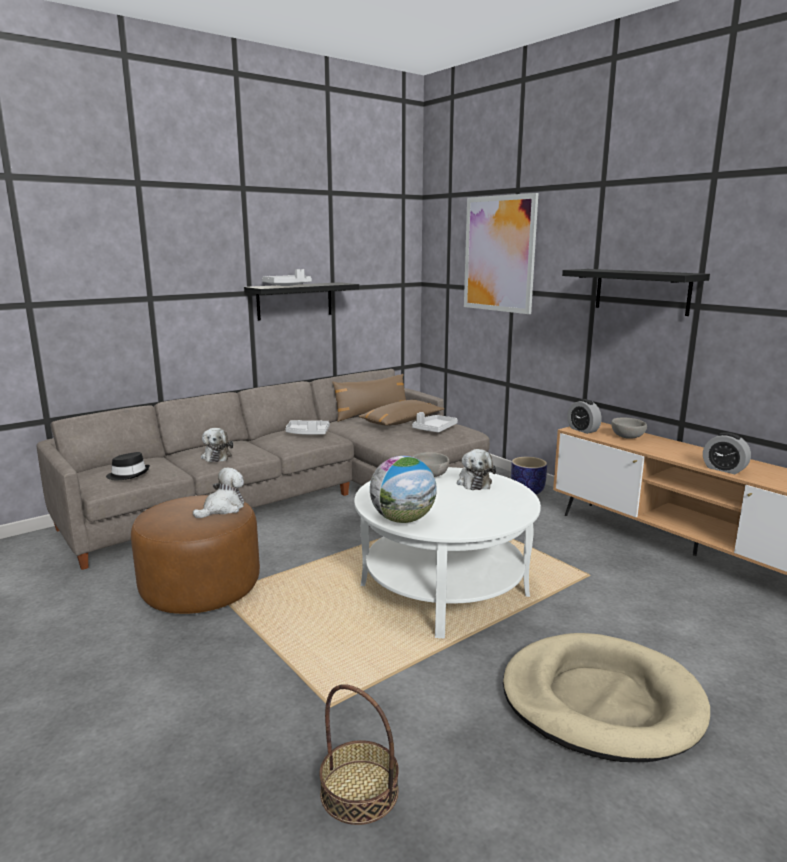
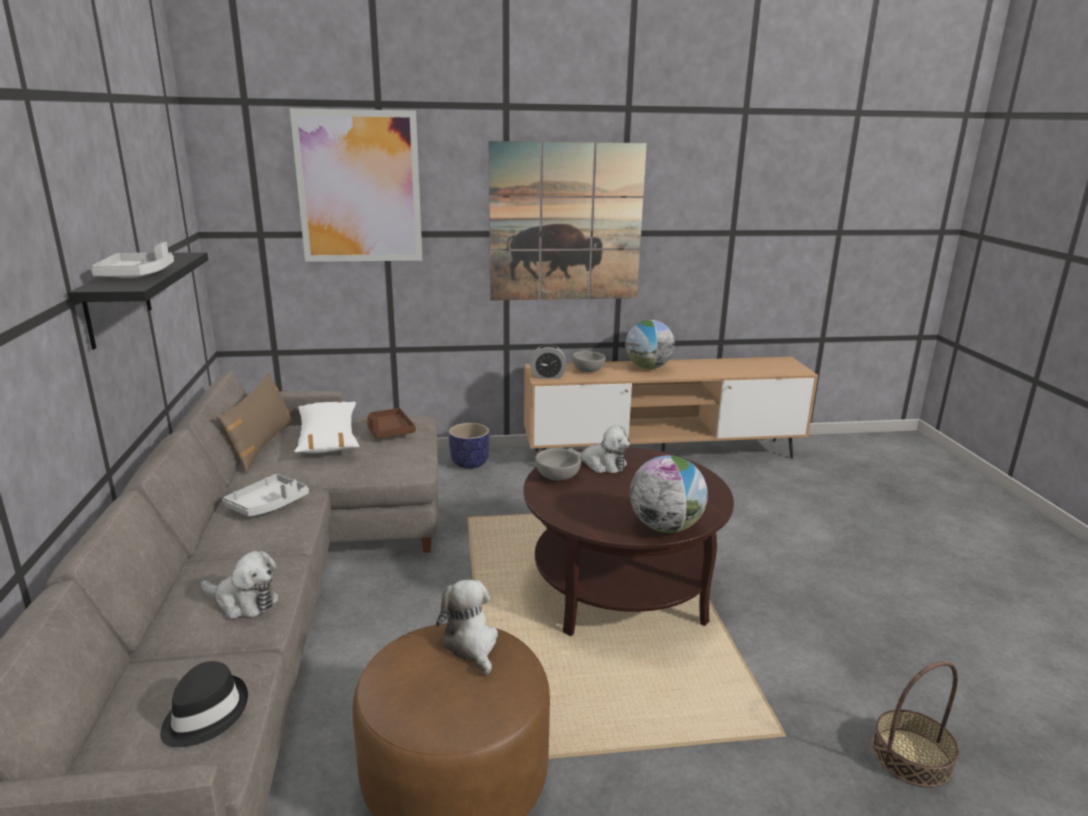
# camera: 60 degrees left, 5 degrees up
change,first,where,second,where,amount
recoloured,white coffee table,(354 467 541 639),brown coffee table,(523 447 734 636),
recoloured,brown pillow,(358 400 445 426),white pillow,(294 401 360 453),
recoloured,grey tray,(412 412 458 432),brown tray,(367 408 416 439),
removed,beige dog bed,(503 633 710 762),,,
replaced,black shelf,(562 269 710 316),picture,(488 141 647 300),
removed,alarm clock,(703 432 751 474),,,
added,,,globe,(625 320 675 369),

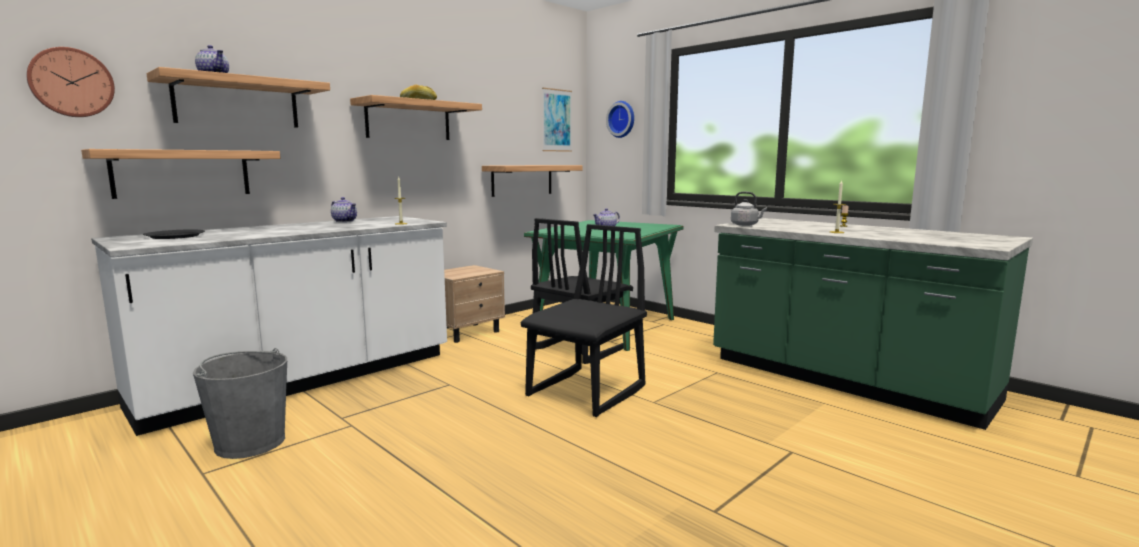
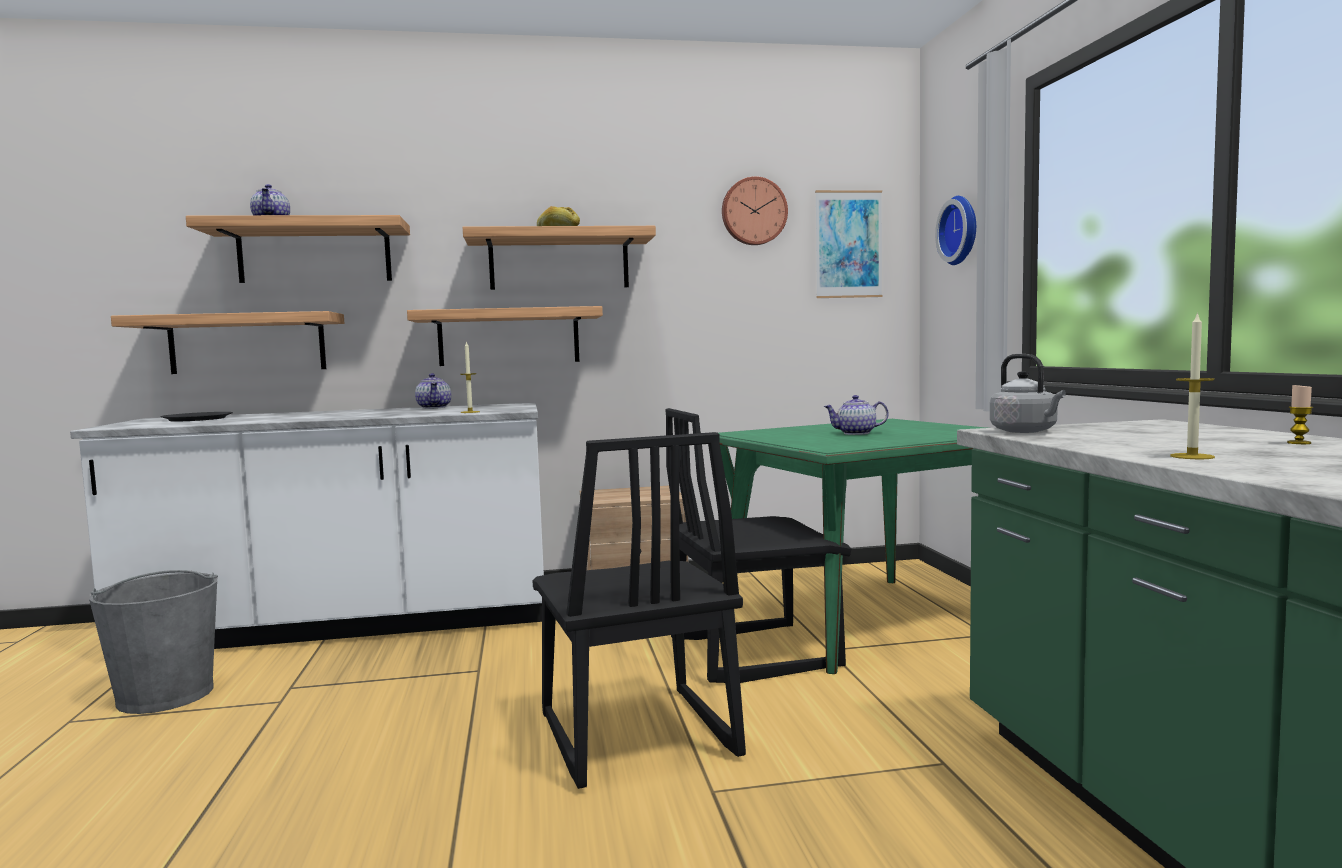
# camera: 35 degrees right, 5 degrees down
change,first,where,second,where,amount
moved,wall clock,(26 47 115 117),,(722 176 788 245),
moved,shelf,(482 165 583 197),,(407 306 603 366),
turned,black chair,(520 224 647 417),,(532 432 746 789),90 degrees clockwise

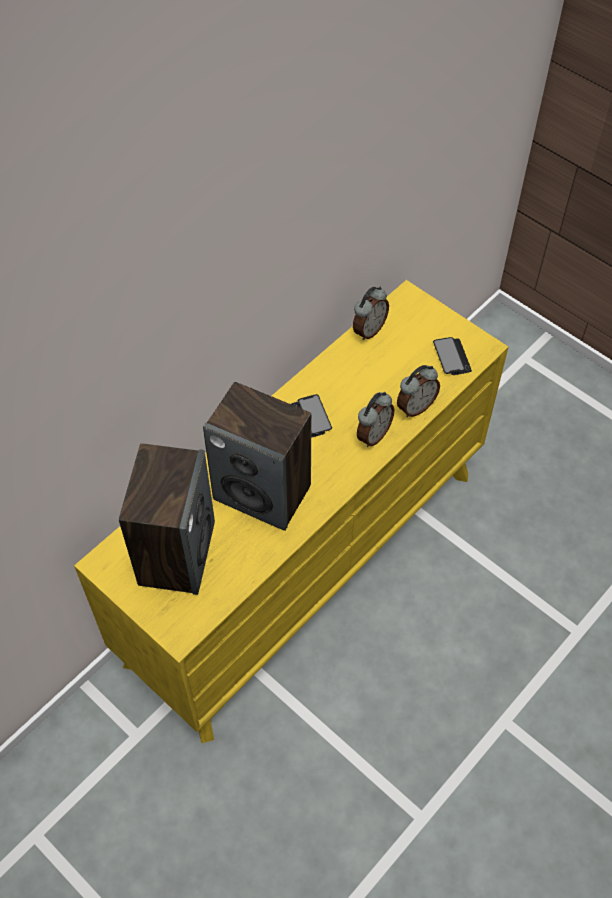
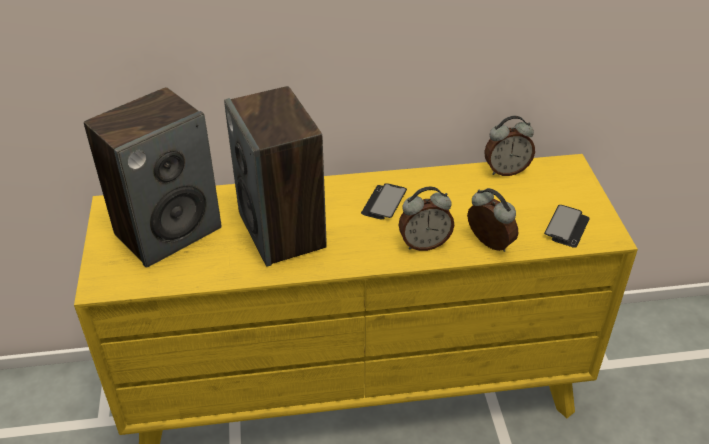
# camera: 40 degrees right, 15 degrees down
change,first,where,second,where,amount
turned,alarm clock,(397 365 440 417),,(467 188 519 252),135 degrees counterclockwise

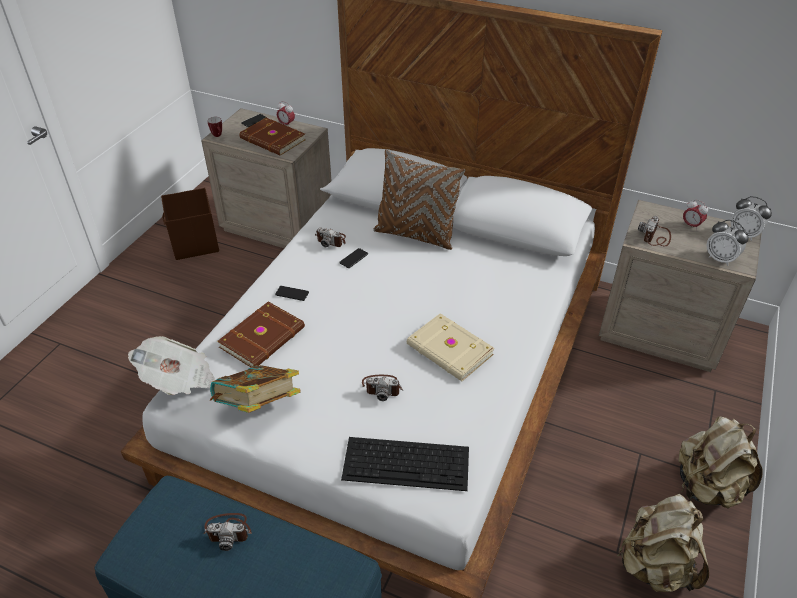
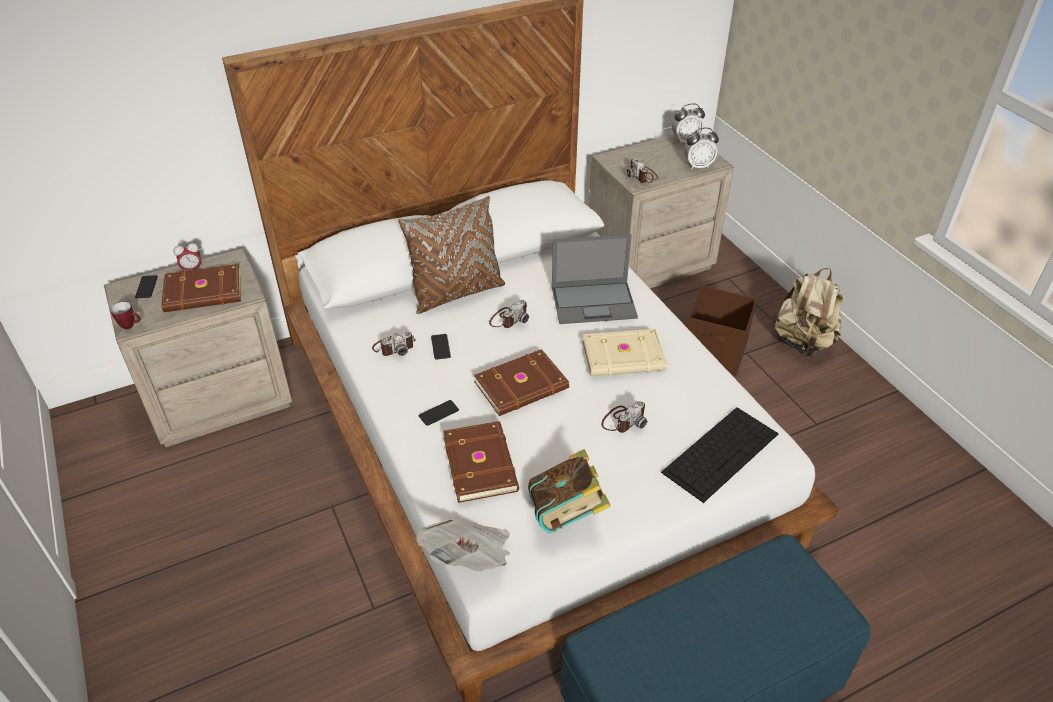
# camera: 50 degrees left, 0 degrees up
change,first,where,second,where,amount
moved,brown storage box,(161 188 219 260),,(687 285 757 376),
moved,photo camera,(203 513 252 551),,(489 300 529 328),
removed,beige backpack,(617 494 709 592),,,
removed,alarm clock,(683 200 708 229),,,
added,,,brown book,(474 349 569 416),
added,,,laptop,(552 234 638 324),

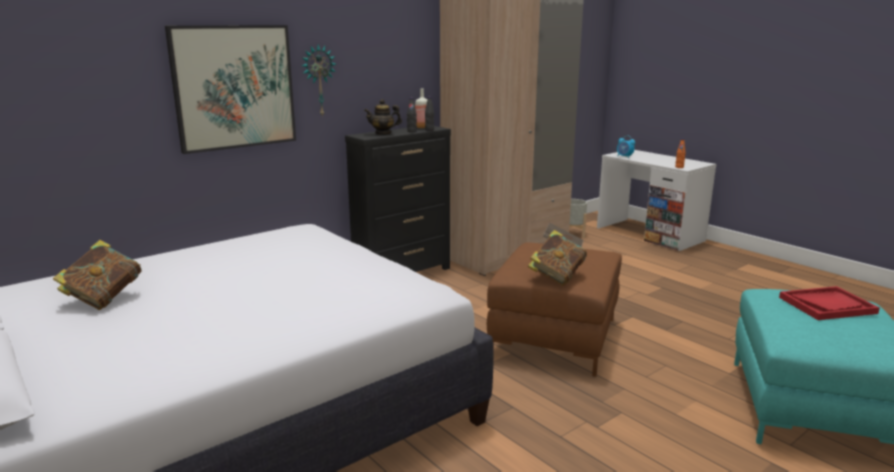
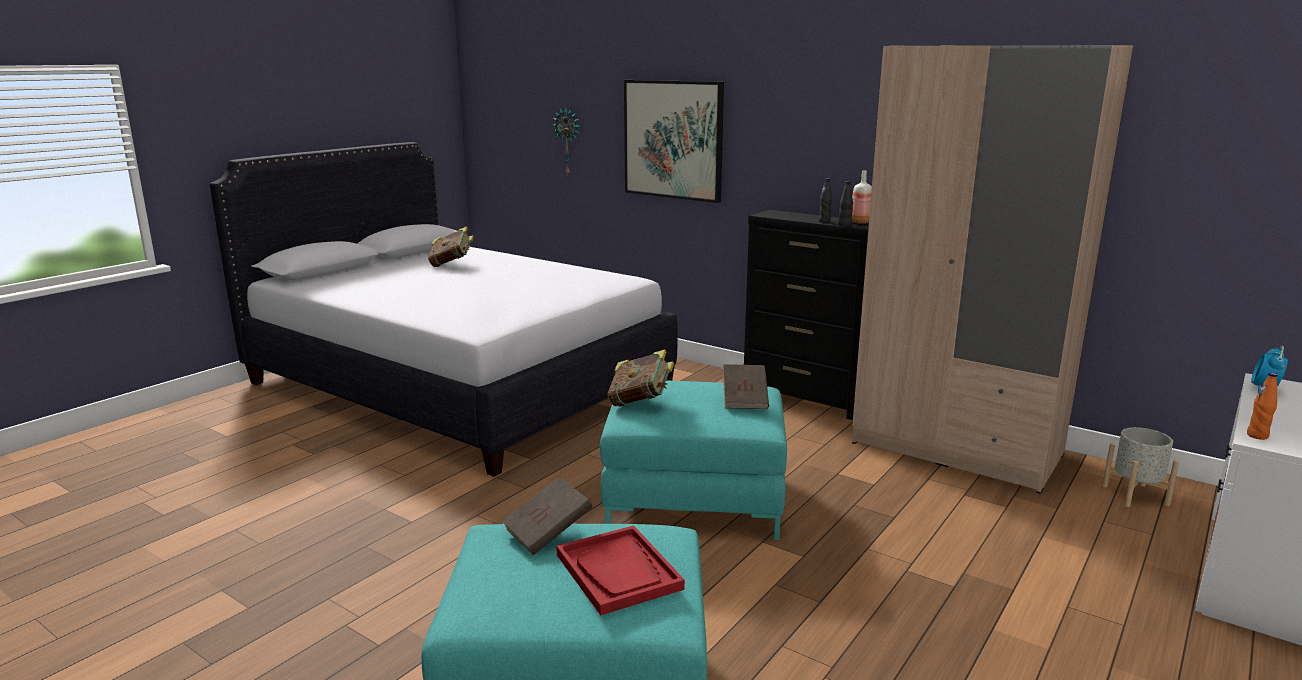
# camera: 75 degrees right, 0 degrees up
change,first,where,second,where,amount
moved,wall clock,(301 44 336 117),,(553 107 580 175),
removed,teapot,(364 99 402 135),,,
recoloured,brown ottoman,(487 243 622 377),turquoise ottoman,(600 380 787 540),
added,,,brown book,(502 477 593 555),

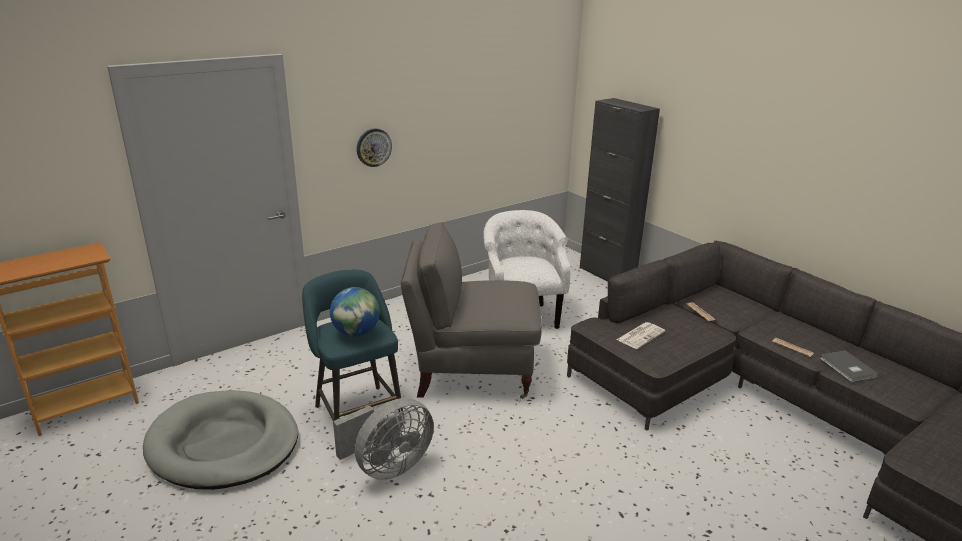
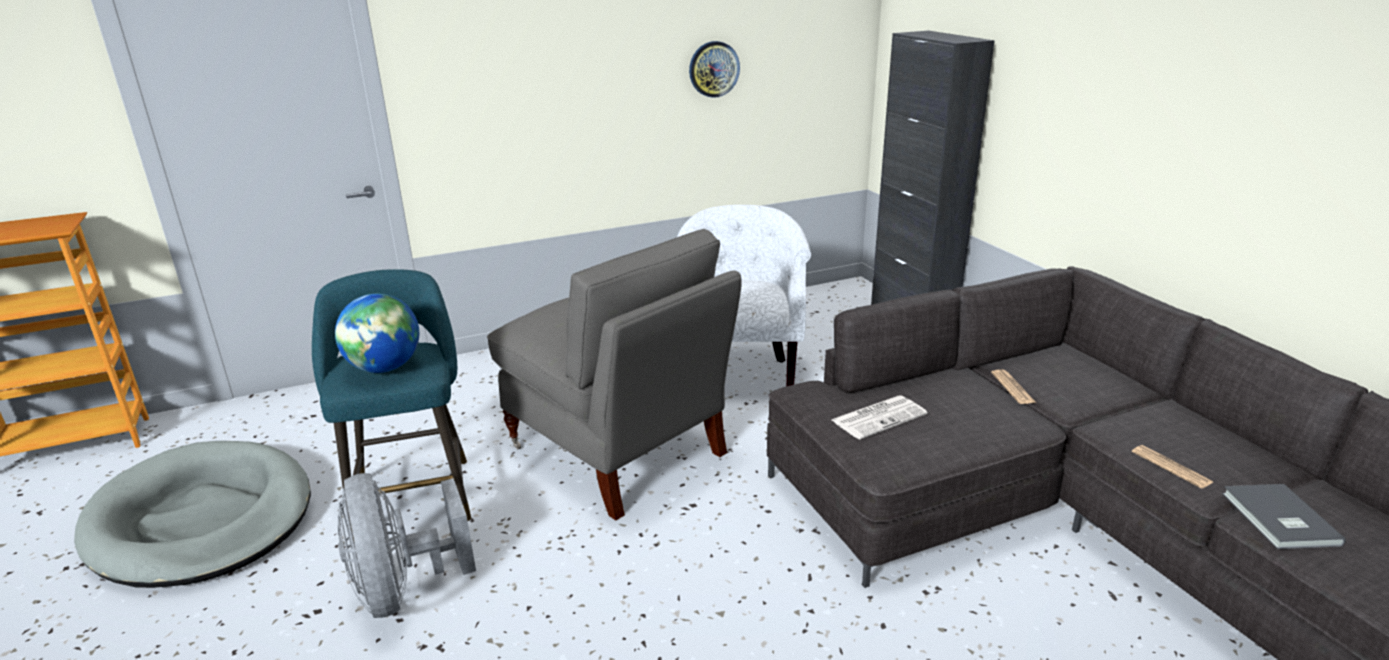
# camera: 15 degrees right, 0 degrees up
change,first,where,second,where,amount
turned,grey fan,(333 398 434 480),,(338 473 476 618),90 degrees clockwise
moved,wall clock,(357 128 392 167),,(689 41 740 98),
turned,grey armchair,(401 222 542 399),,(487 229 742 521),150 degrees counterclockwise

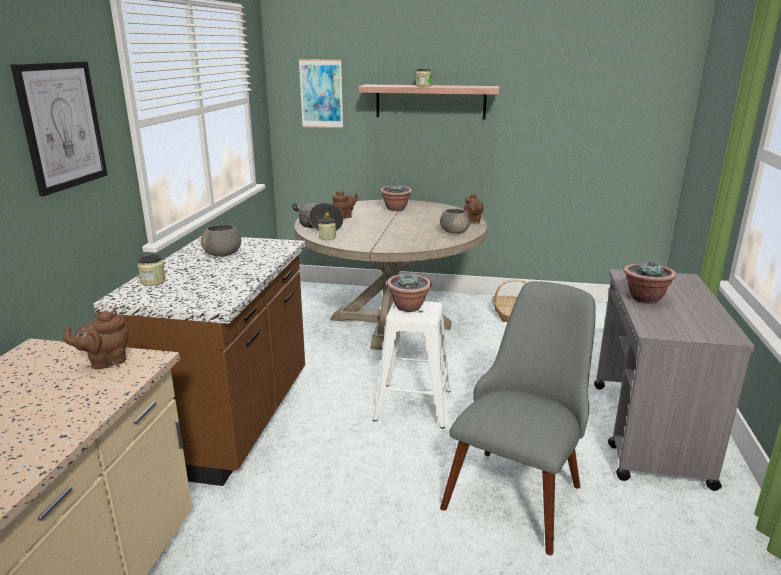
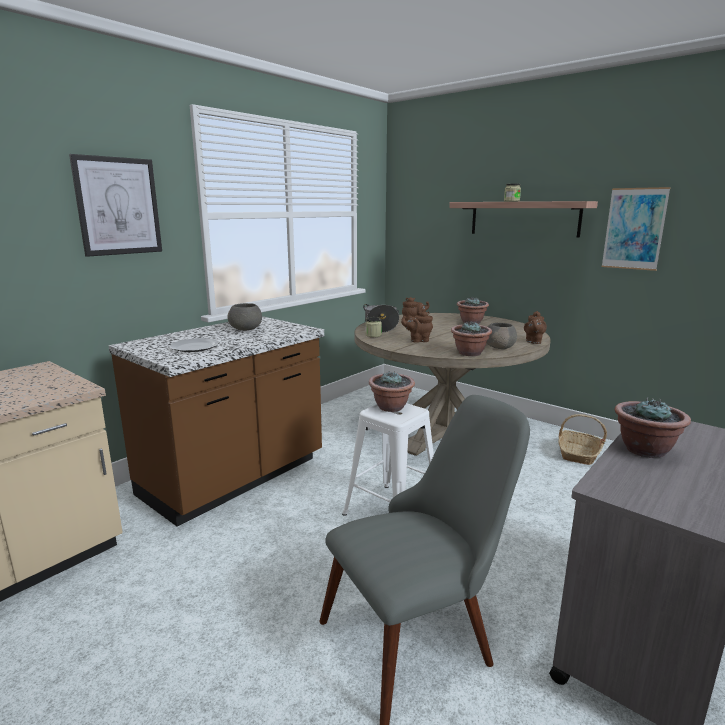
# camera: 30 degrees right, 5 degrees down
change,first,where,second,where,amount
moved,brown teapot,(63 310 129 369),,(401 311 433 343),
removed,jar,(138 254 166 286),,,
moved,picture,(299 59 343 128),,(601 187 671 271),
added,,,plate,(169 338 220 352),
added,,,potted plant,(451 321 492 356),

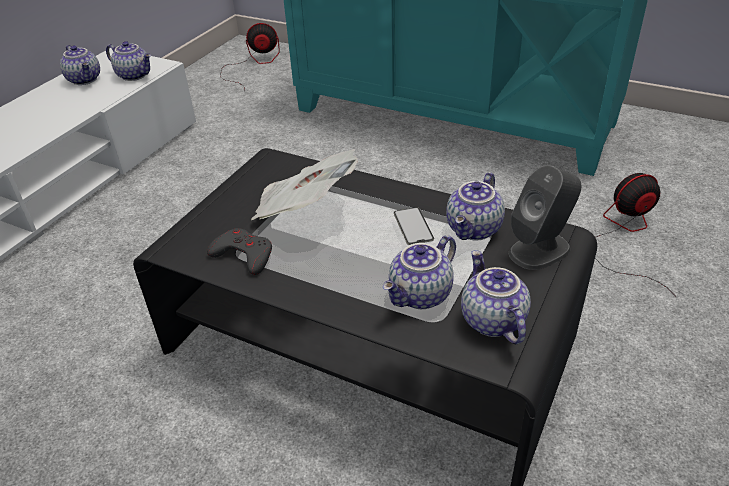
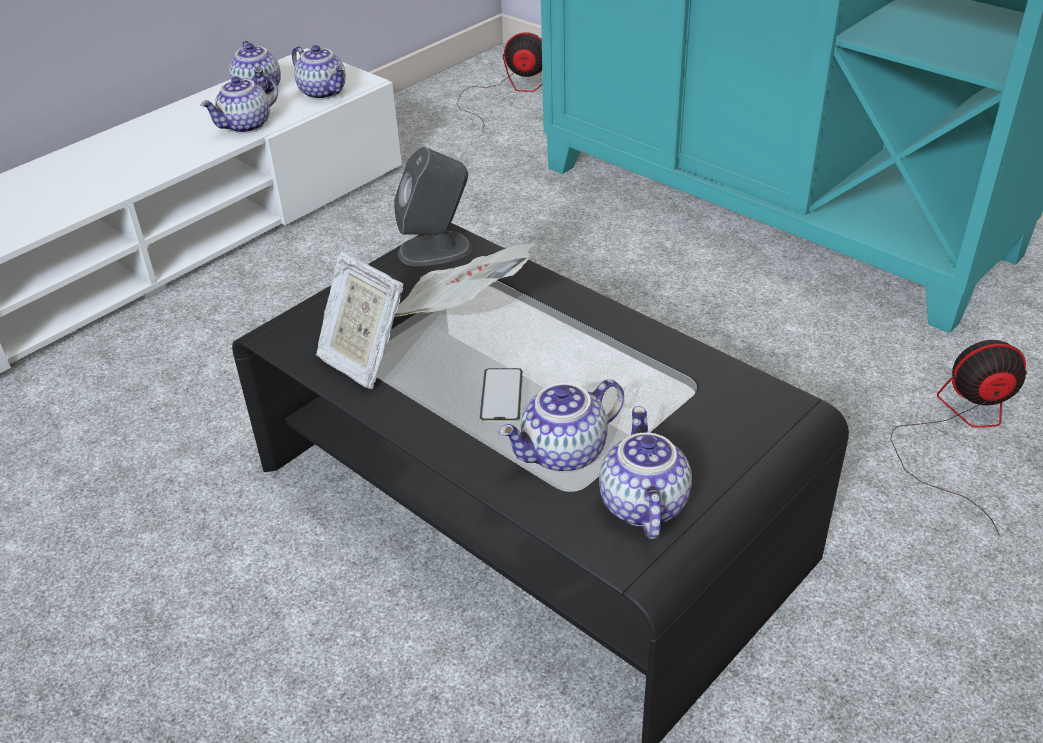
# camera: 15 degrees right, 0 degrees up
change,first,where,second,where,amount
replaced,grey game controller,(207 228 272 275),picture frame,(316 251 403 389),
moved,phone,(394 207 434 245),,(480 368 523 422),
moved,teapot,(446 172 505 241),,(200 75 278 134),
moved,grey speaker,(509 165 582 270),,(394 147 471 266),

